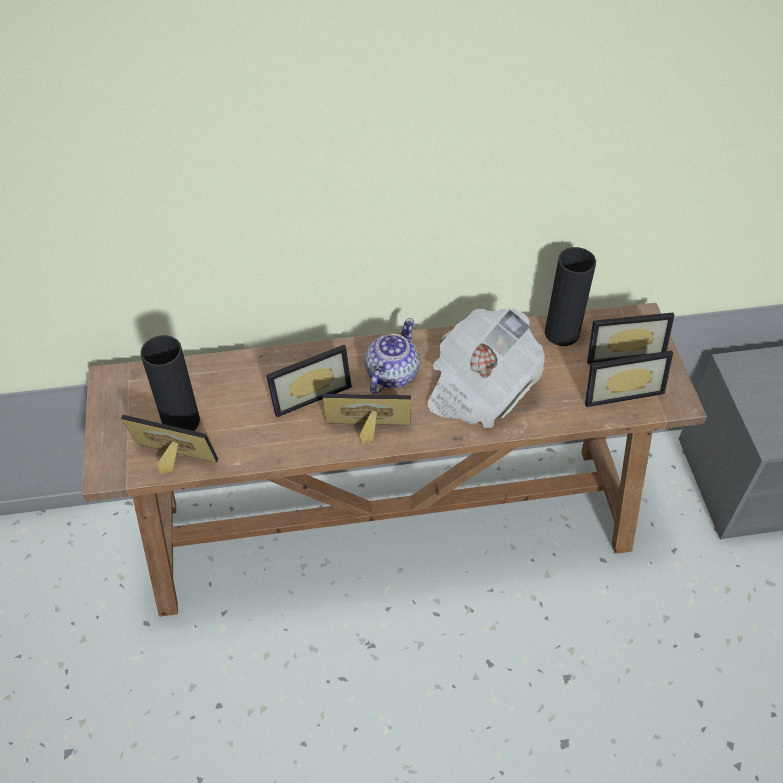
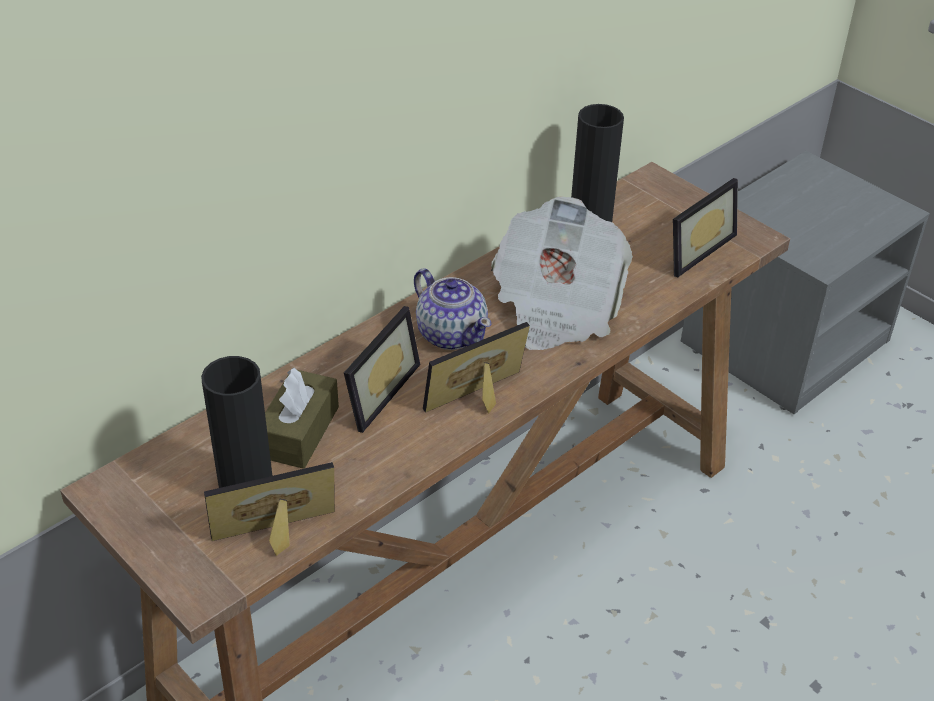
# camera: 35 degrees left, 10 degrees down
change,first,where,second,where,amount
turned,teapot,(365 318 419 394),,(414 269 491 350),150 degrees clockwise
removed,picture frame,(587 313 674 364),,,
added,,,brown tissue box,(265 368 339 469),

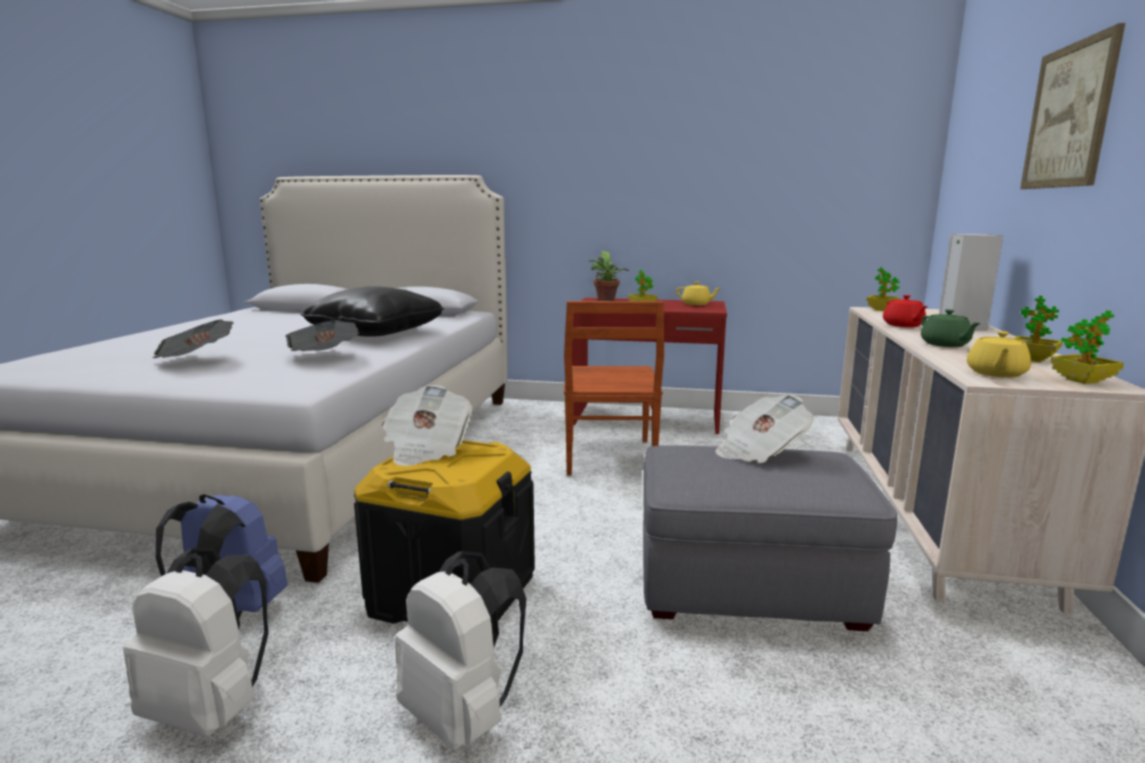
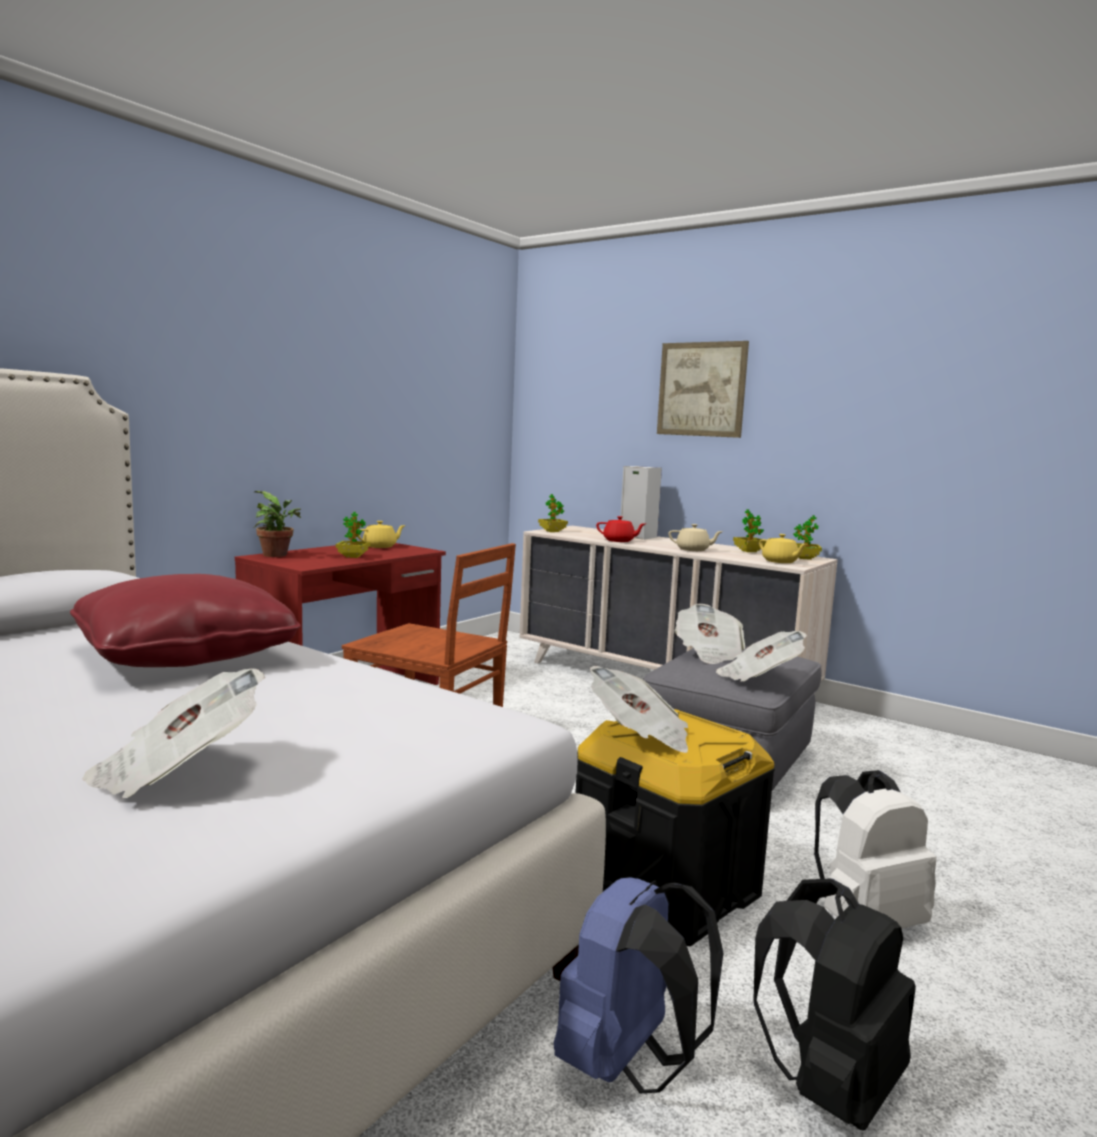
# camera: 65 degrees left, 5 degrees down
change,first,where,second,where,amount
recoloured,white backpack,(123 548 269 737),black backpack,(753 879 916 1130),
moved,newspaper,(285 320 359 351),,(716 631 807 681),
recoloured,black pillow,(301 287 444 337),red pillow,(70 574 301 667),
recoloured,green teapot,(921 309 981 347),beige teapot,(668 524 723 551),

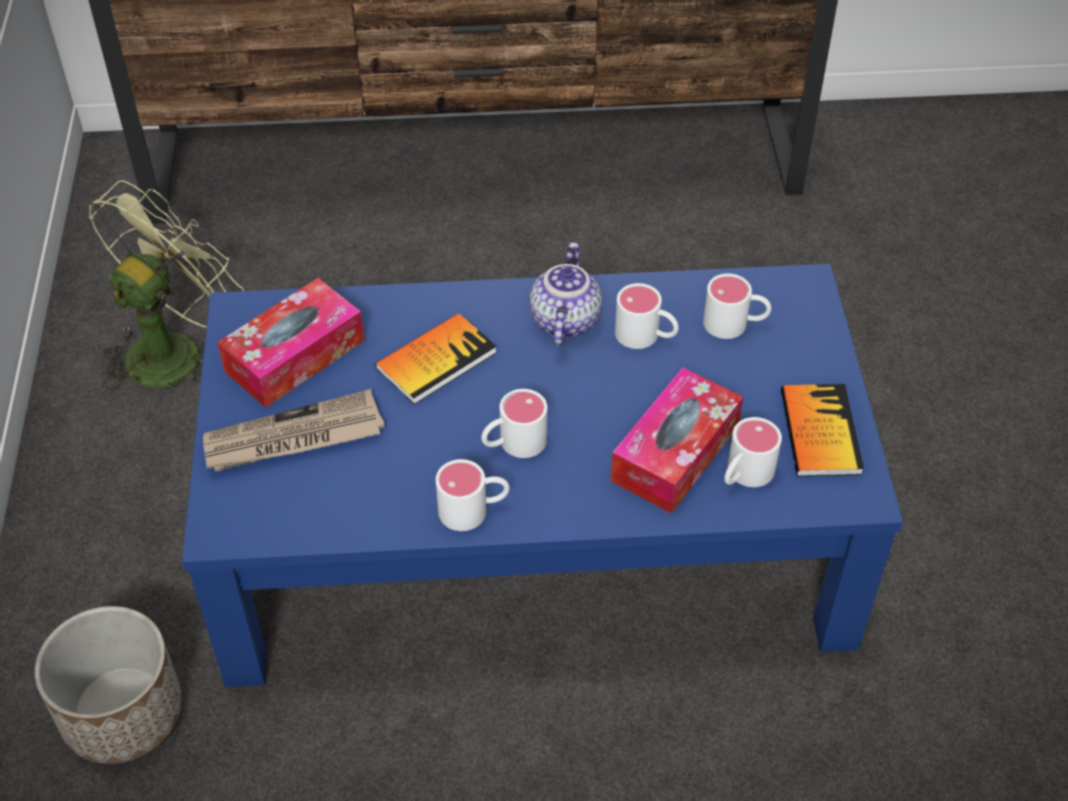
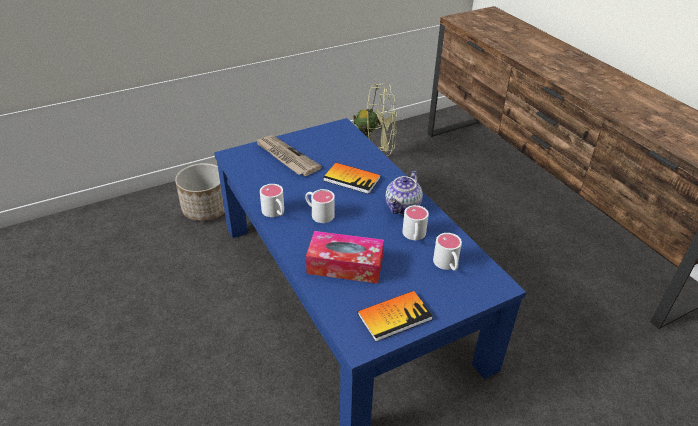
# camera: 65 degrees right, 10 degrees down
change,first,where,second,where,amount
removed,tissue box,(217 278 364 408),,,
turned,teapot,(530 242 602 347),,(385 171 423 215),135 degrees clockwise
removed,white mug,(724 417 782 487),,,

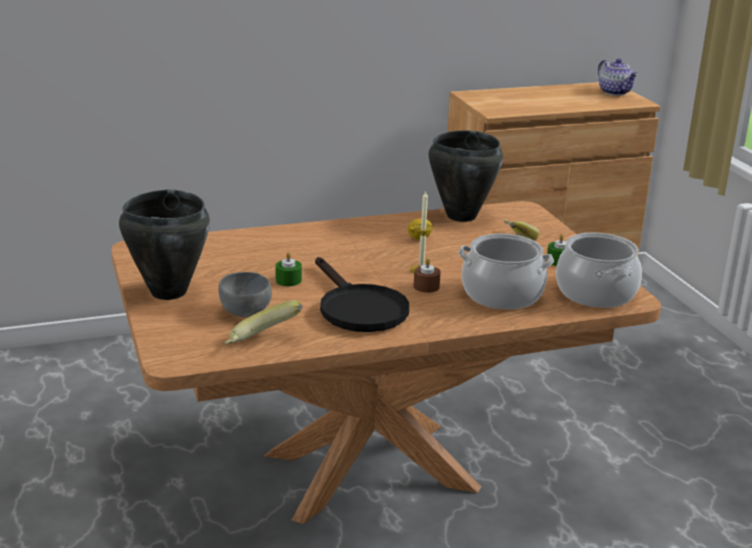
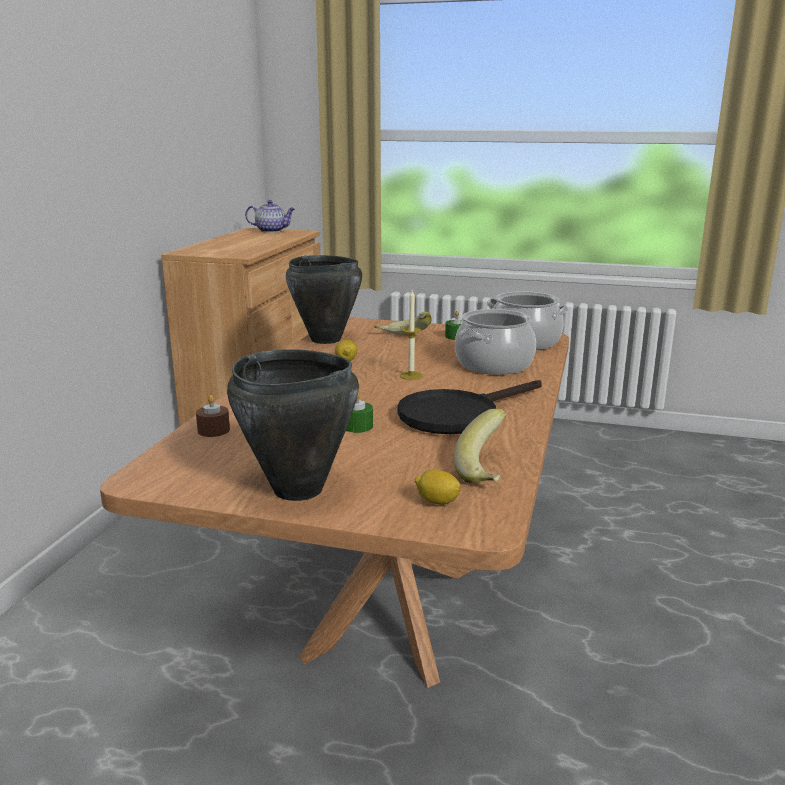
# camera: 55 degrees left, 5 degrees down
change,first,where,second,where,amount
removed,grey bowl,(218 272 272 317),,,
turned,black frying pan,(315 257 409 332),,(397 380 542 434),135 degrees clockwise
moved,brown candle,(414 258 441 293),,(196 395 230 437),
added,,,lemon,(415 469 461 505),

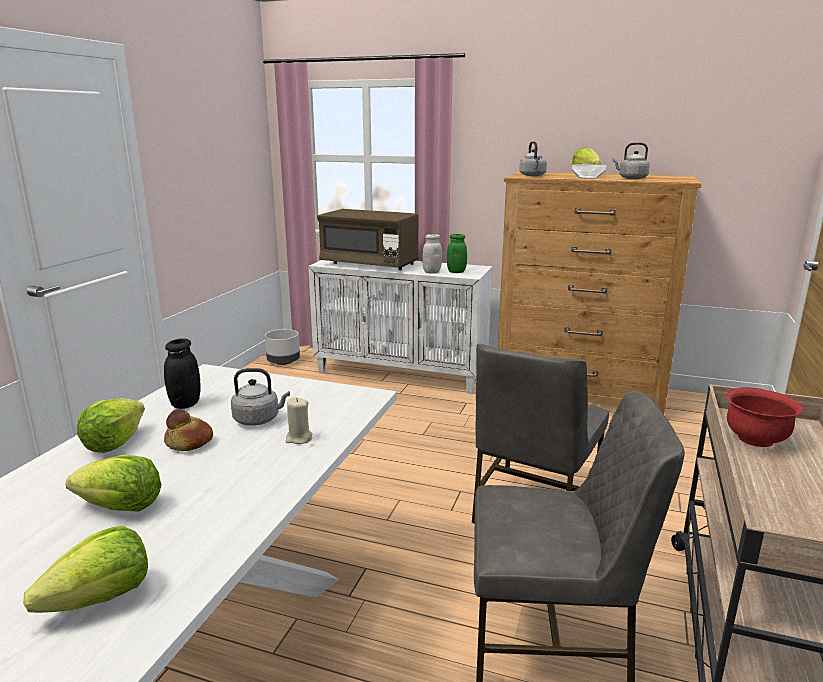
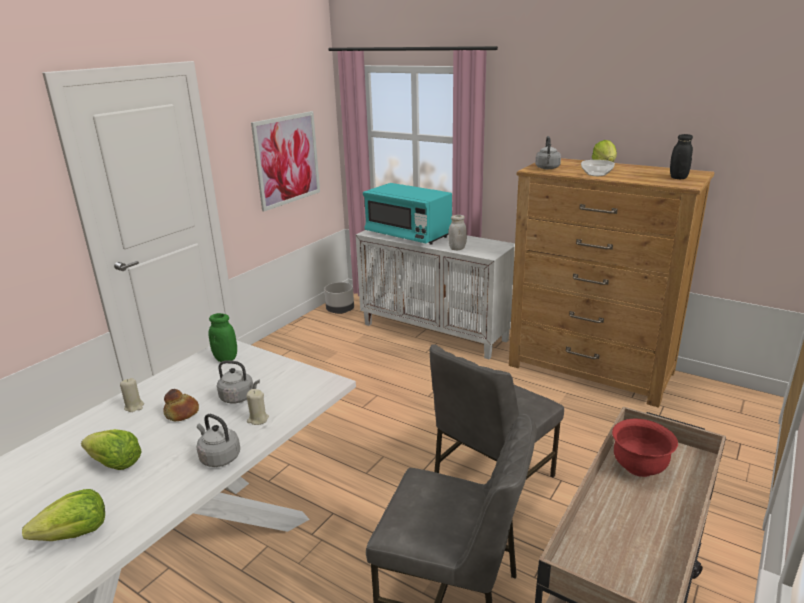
# camera: 15 degrees right, 5 degrees up
change,first,where,second,where,amount
replaced,lettuce,(77 398 145 453),beige candle,(120 378 144 412),
moved,black jar,(164 339 201 409),,(670 134 693 179),
recoloured,brown microwave,(317 209 419 270),turquoise microwave,(363 183 452 245),
moved,green jar,(447 234 467 273),,(209 313 237 362),
moved,grey kettle,(613 142 650 179),,(197 414 240 467),
added,,,picture,(251 111 320 211),

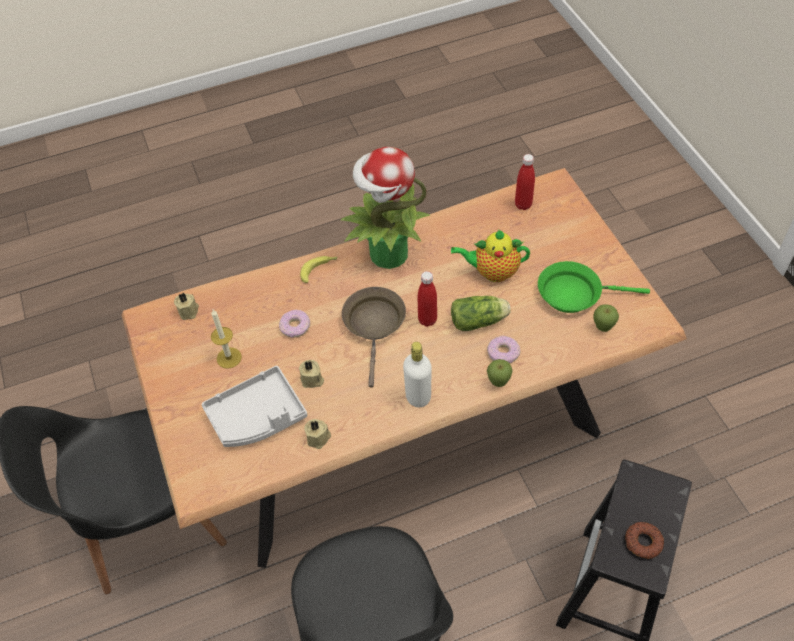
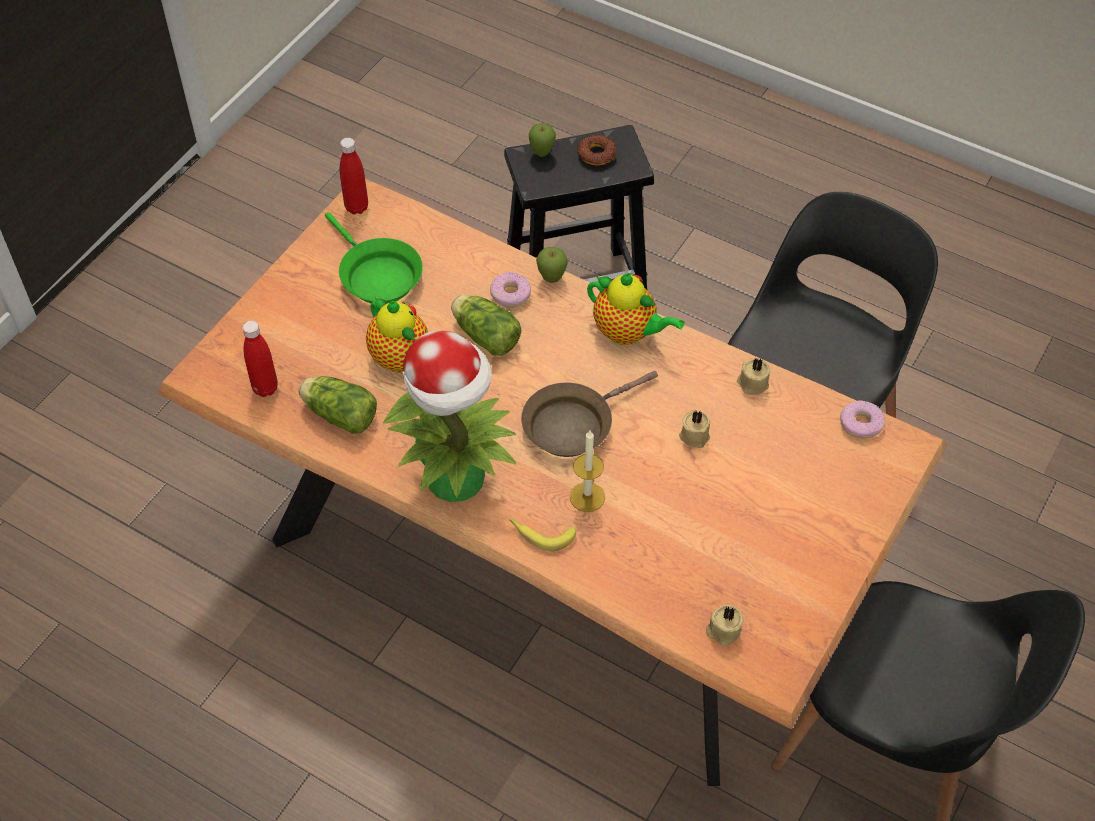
# camera: 130 degrees left, 0 degrees up
change,first,where,second,where,amount
removed,grey tray,(202 366 307 447),,,
moved,candle,(211 310 242 369),,(570 431 605 512),
moved,donut,(279 310 310 338),,(840 400 885 439),
replaced,white bottle,(403 342 432 407),teapot,(587 273 684 345),
moved,red bottle,(418 271 437 327),,(340 138 368 215),
moved,apple,(594 304 619 332),,(529 123 556 157),
added,,,lettuce,(298 376 377 434),

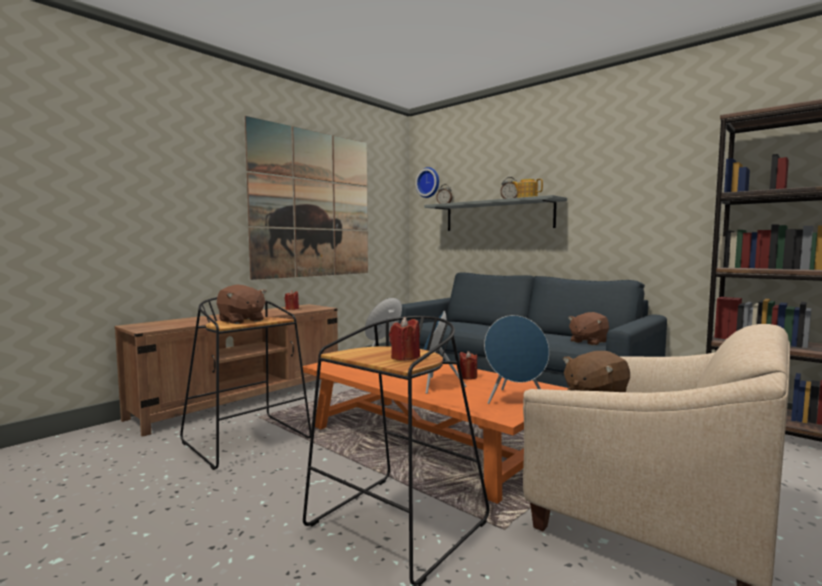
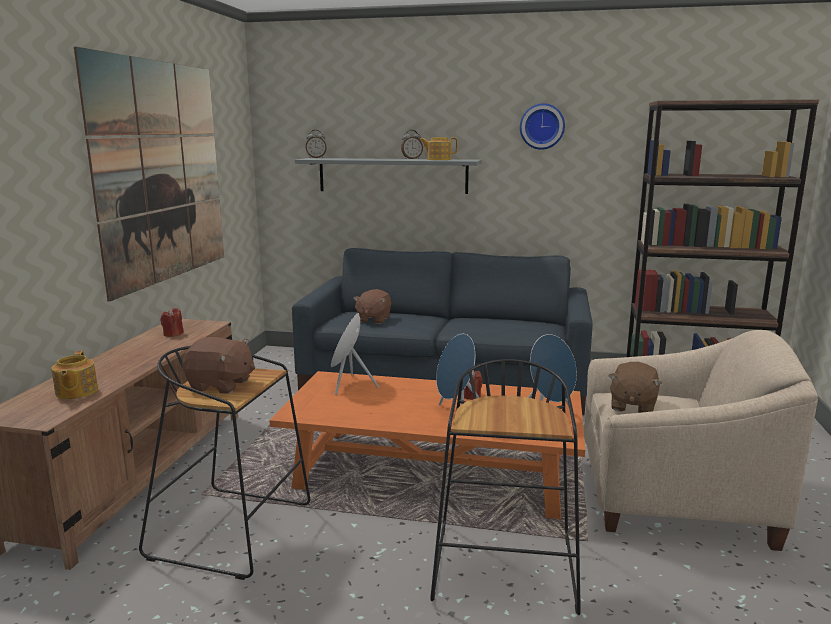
# camera: 30 degrees left, 10 degrees up
change,first,where,second,where,amount
removed,red candle,(389 317 420 361),,,
moved,wall clock,(415 167 439 198),,(520 103 565 150),
moved,brown plush toy,(568 312 609 346),,(353 289 391 324),
added,,,teapot,(51 351 98 399),

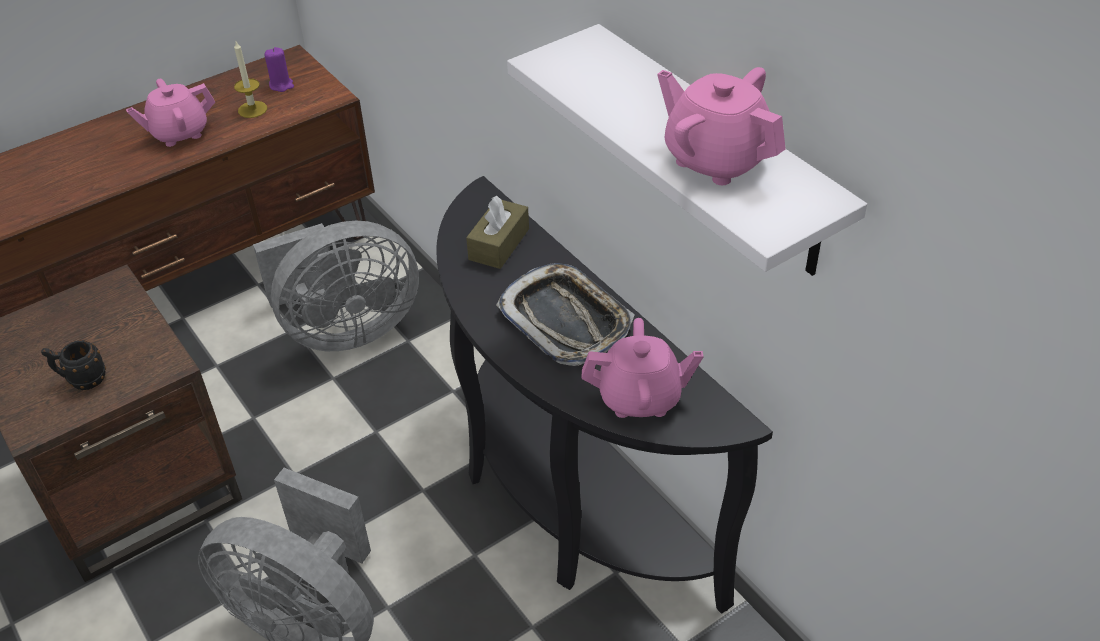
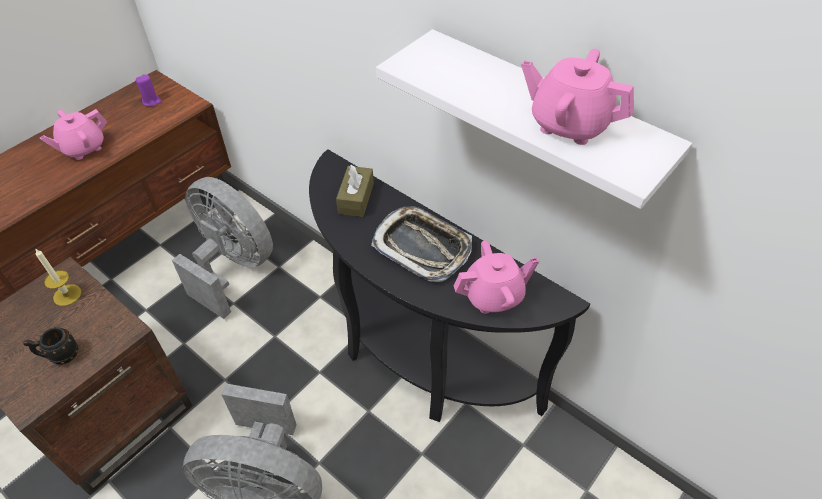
# camera: 15 degrees left, 5 degrees up
change,first,where,second,where,amount
moved,candle,(234 42 267 118),,(35 248 81 306),
turned,grey fan,(253 221 419 351),,(172 177 273 319),105 degrees counterclockwise

